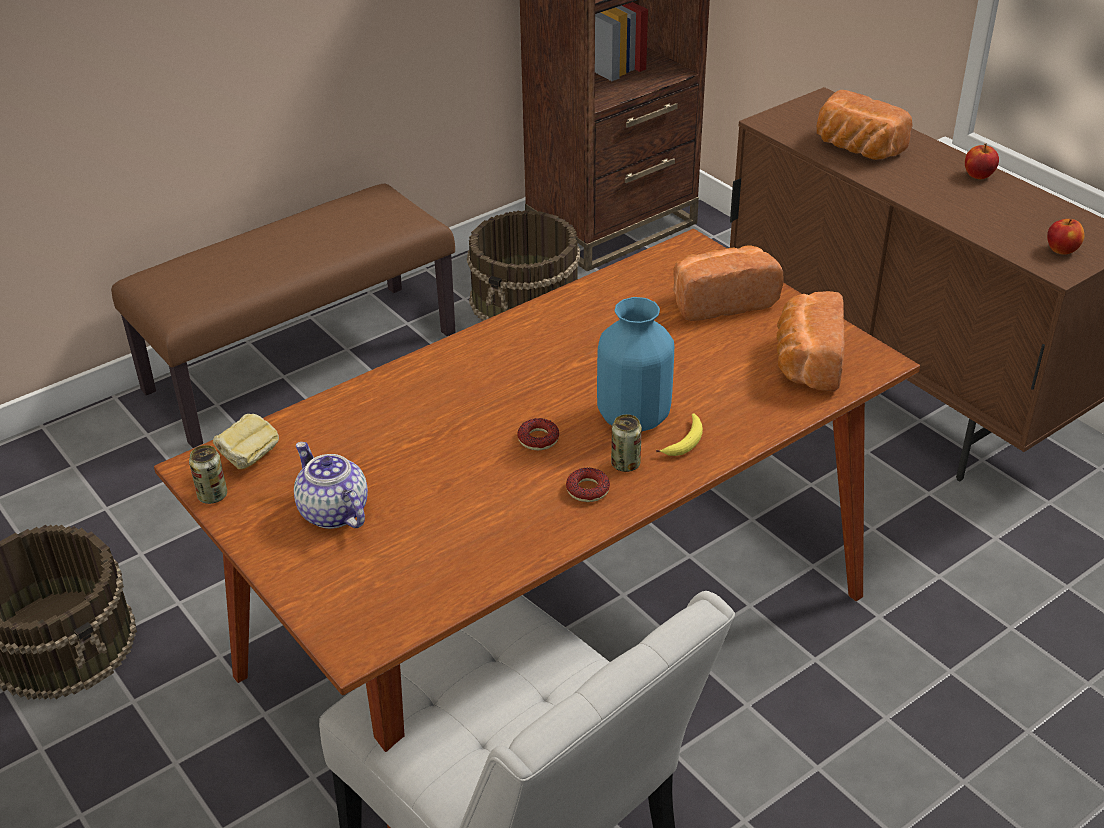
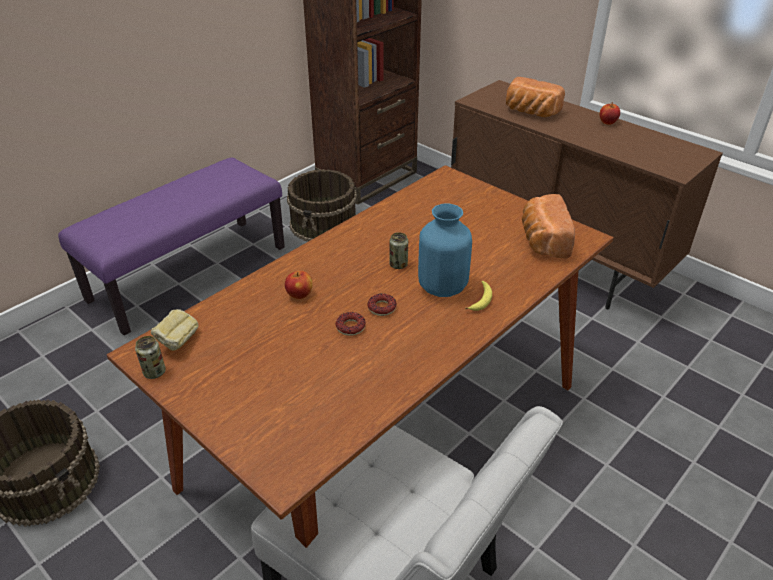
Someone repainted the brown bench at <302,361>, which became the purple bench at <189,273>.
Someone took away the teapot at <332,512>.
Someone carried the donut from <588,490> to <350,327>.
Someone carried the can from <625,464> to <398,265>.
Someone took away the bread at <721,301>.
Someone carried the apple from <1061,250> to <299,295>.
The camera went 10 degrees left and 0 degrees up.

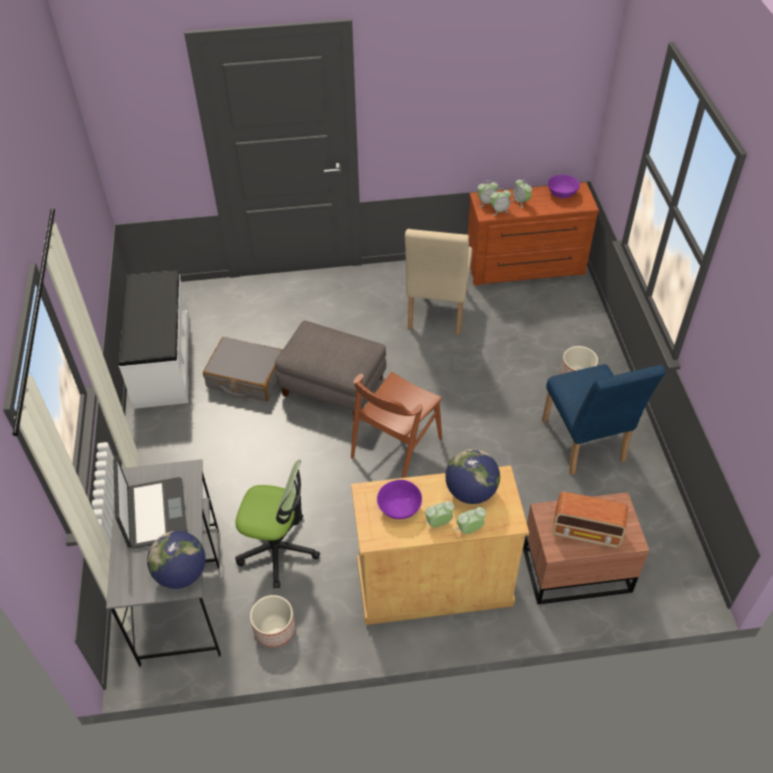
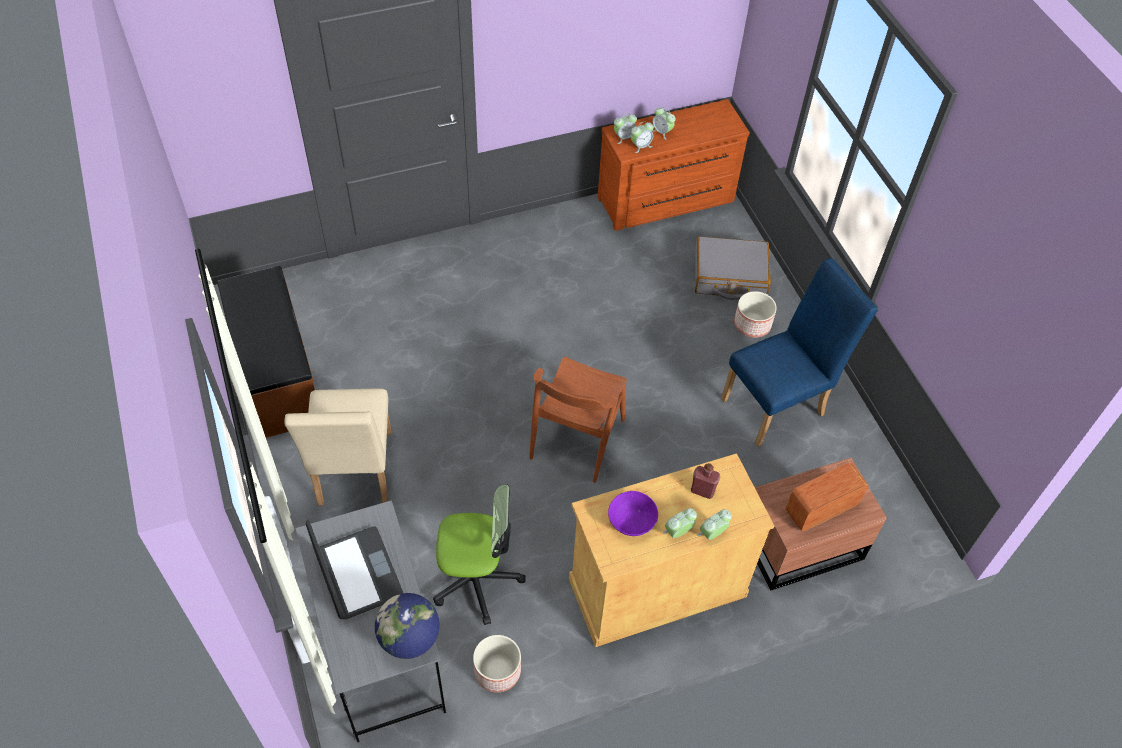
Someone repainted the white bench at <161,361>, which became the brown bench at <275,375>.
Someone carried the grey suitcase from <246,377> to <729,277>.
Someone took away the grey ottoman at <333,385>.
Someone carried the beige chair from <436,313> to <353,475>.
Someone swapped the globe at <471,492> for the red bottle at <702,490>.
Someone rotated the blue chair at <585,445> by 90 degrees counterclockwise.
Someone took away the purple bowl at <561,193>.
Someone rotated the radio at <587,532> by 150 degrees clockwise.
The camera went 15 degrees left and 5 degrees up.

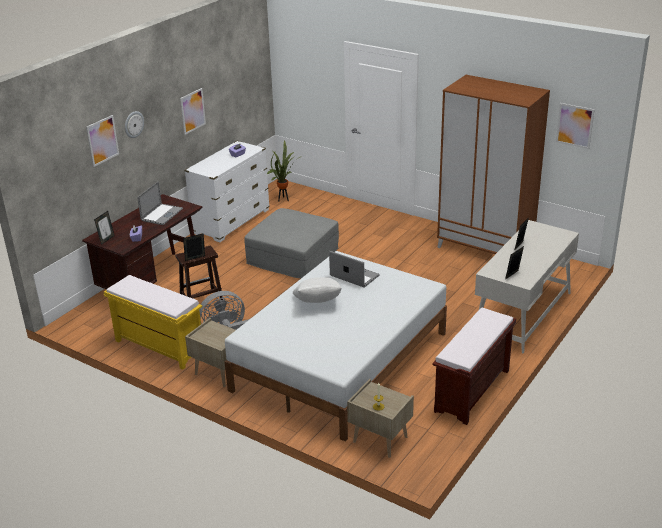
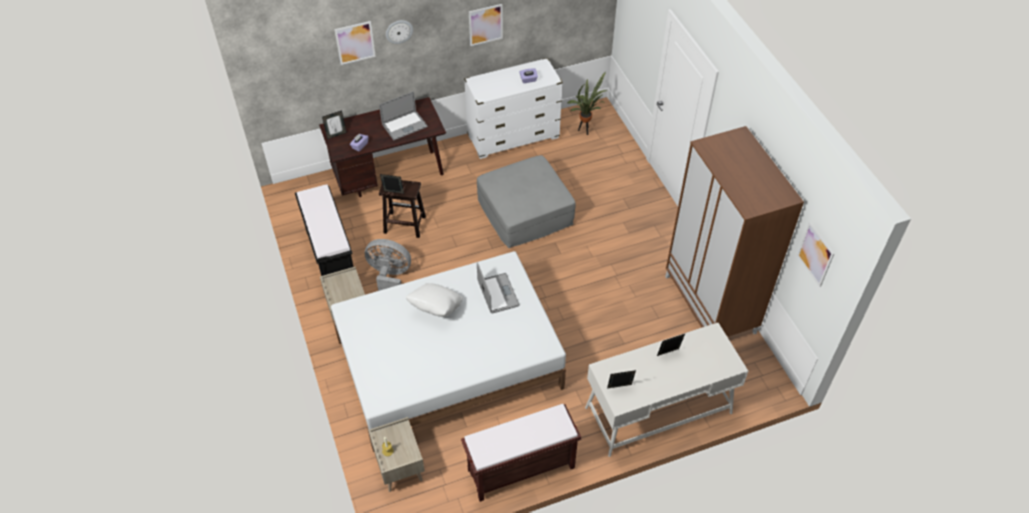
Someone repainted the yellow bench at <158,346>, which became the black bench at <330,257>.
The camera went 35 degrees right and 20 degrees up.

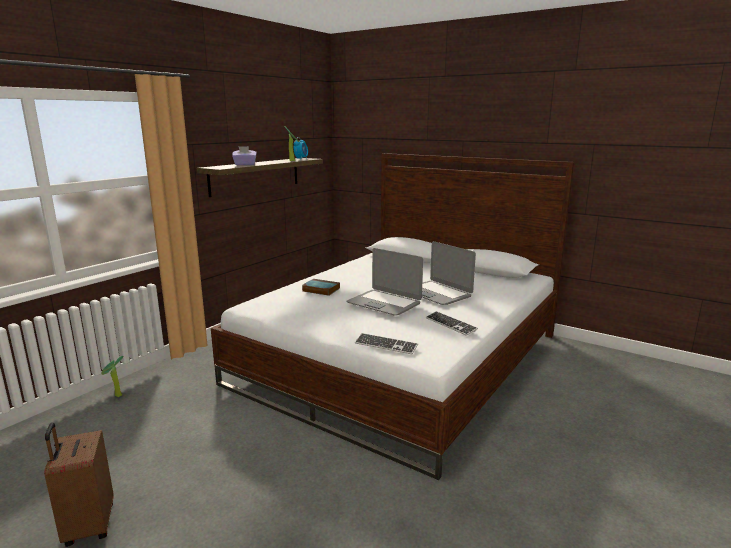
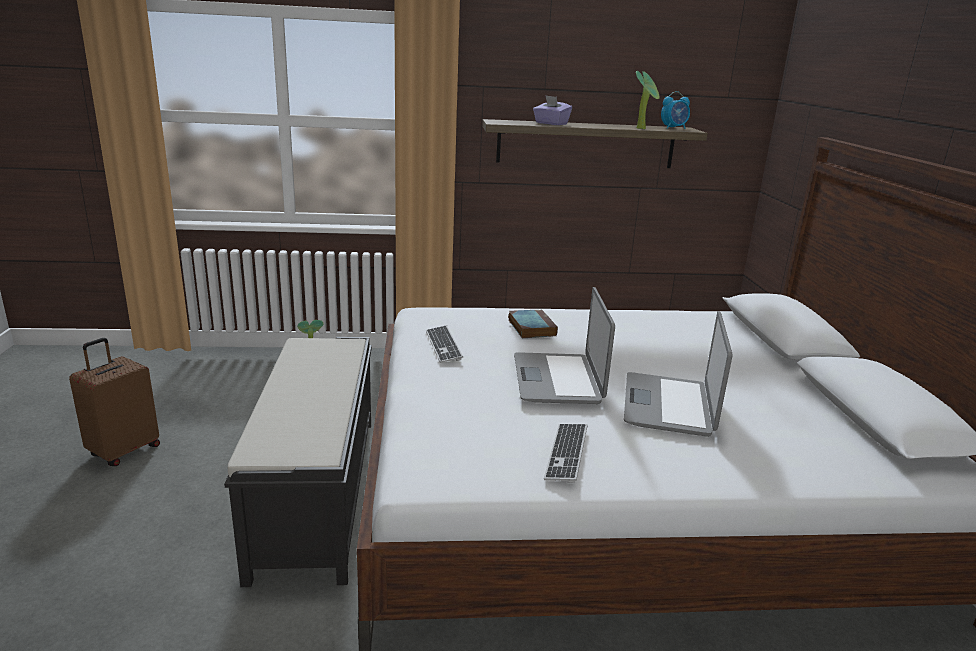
Someone carried the keyboard from <386,345> to <443,345>.
Someone put down the black bench at <317,493>.
The camera went 50 degrees right and 5 degrees up.

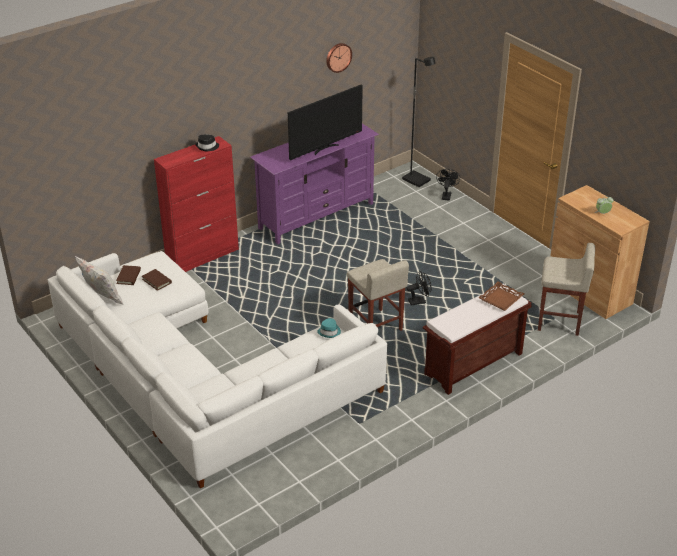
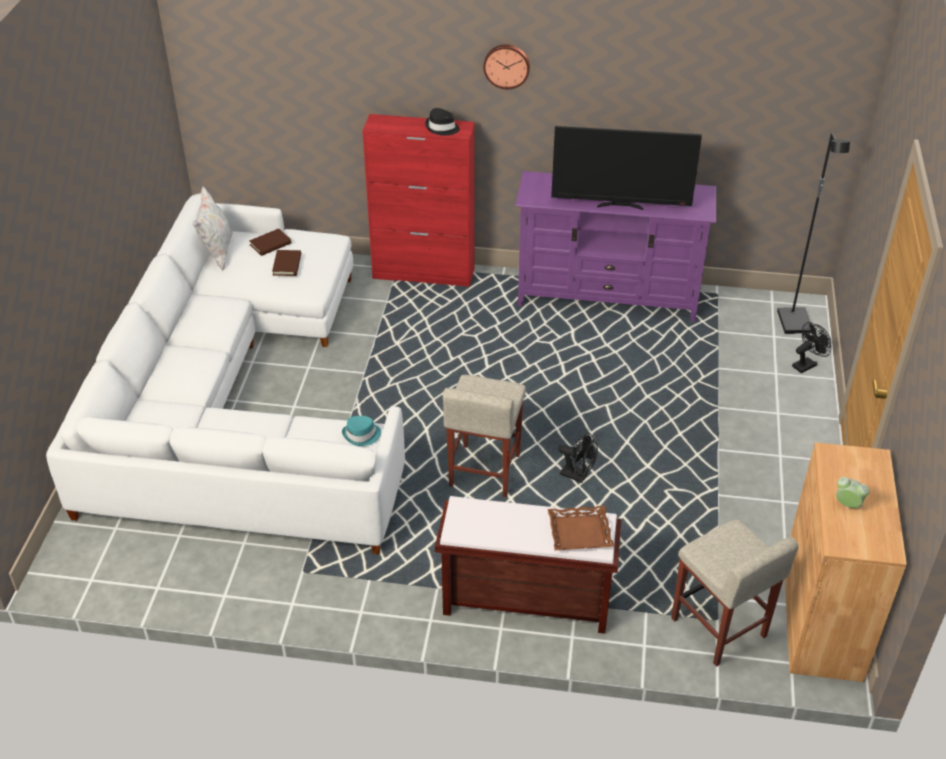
Someone carried the wall clock from <338,57> to <507,65>.
The camera went 45 degrees right and 5 degrees up.

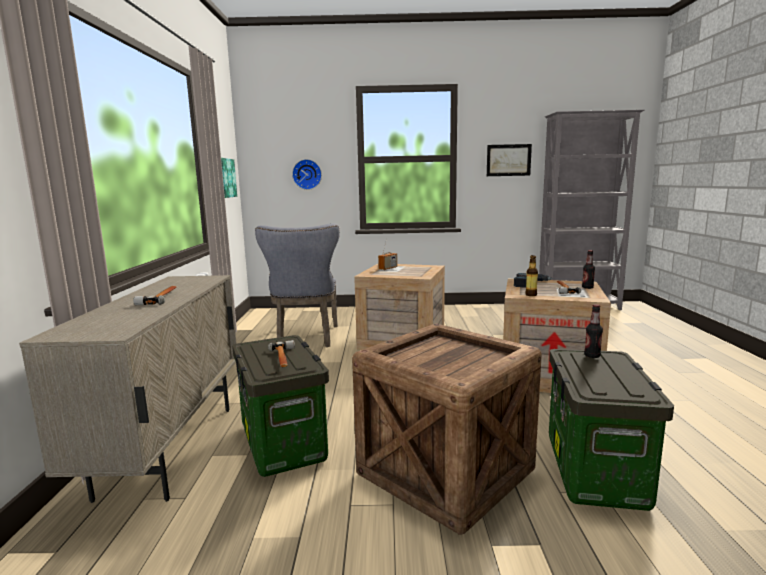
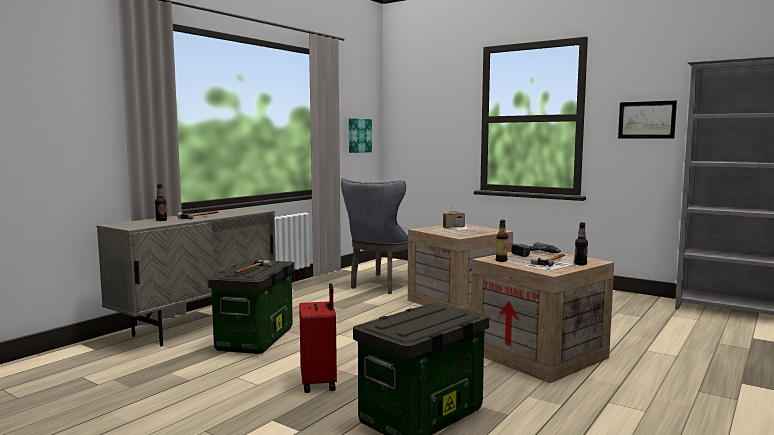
Someone took away the wall clock at <307,174>.
Someone swapped the crate at <448,472> for the red suitcase at <319,383>.
Someone carried the bottle from <592,356> to <161,220>.
The camera went 35 degrees right and 5 degrees down.

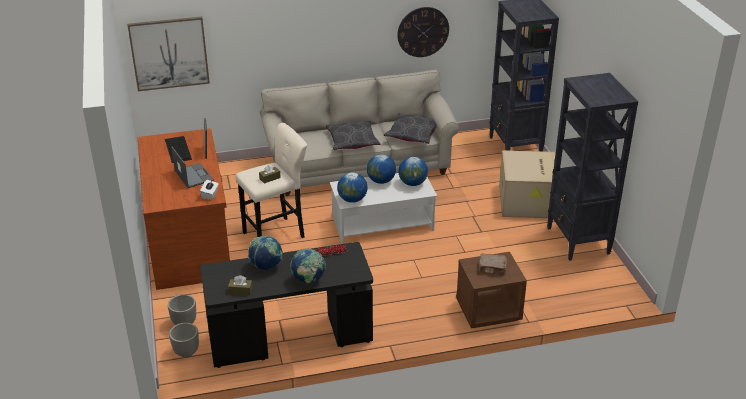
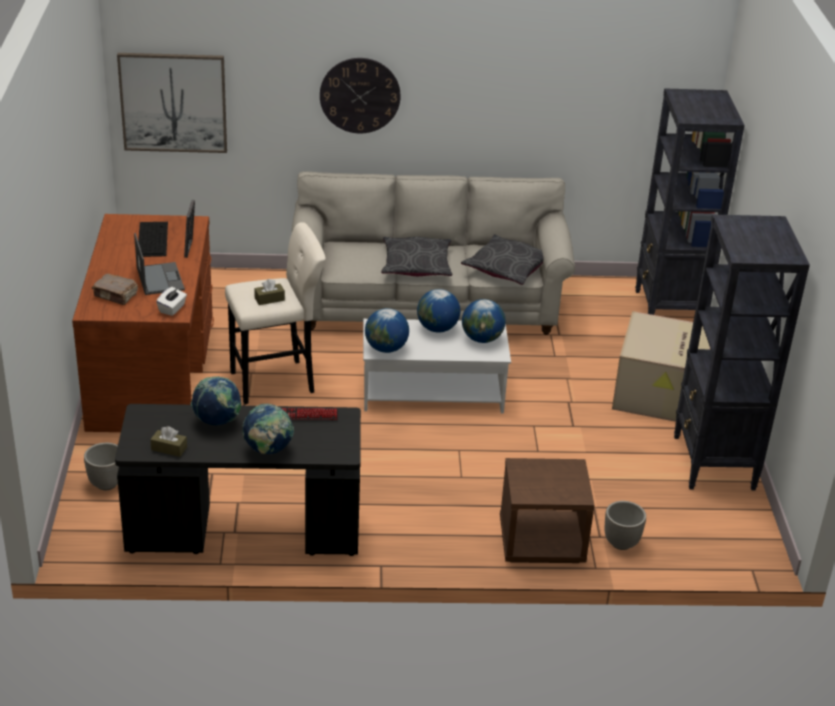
Someone carried the planter from <186,352> to <621,542>.
Someone carried the wall clock from <423,32> to <360,95>.
Someone carried the brown book from <492,269> to <116,295>.
The camera went 10 degrees right and 0 degrees up.

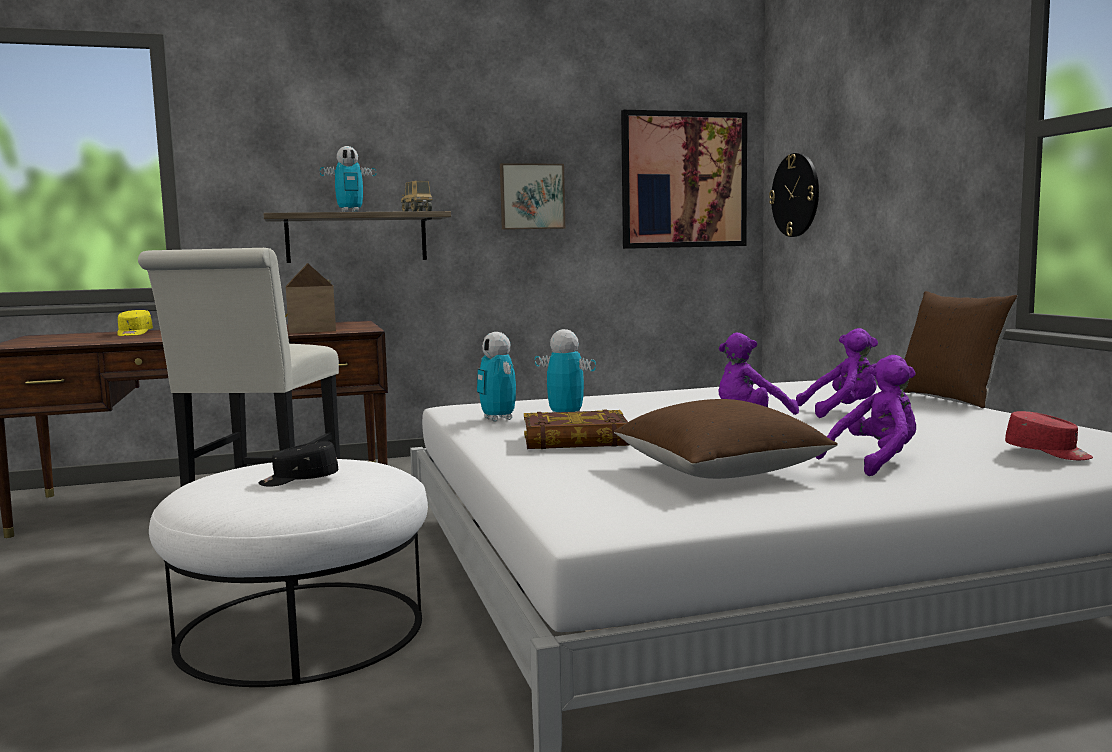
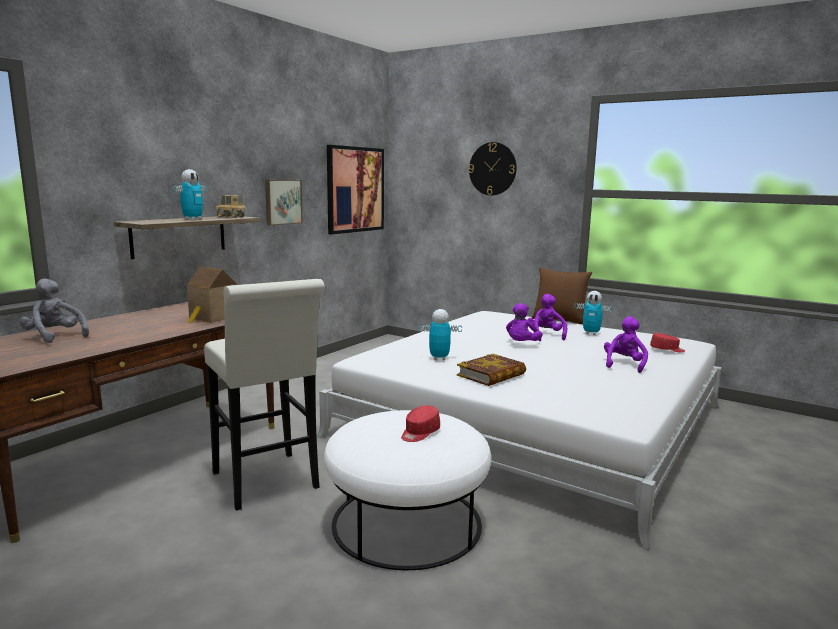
Someone swapped the yellow cap at <134,334> for the grey plush toy at <55,337>.
Someone repainted the black cap at <299,480>, which became the red cap at <419,433>.
Someone carried the toy robot from <498,419> to <591,333>.
Someone took away the brown pillow at <720,472>.
Someone carried the wall clock from <795,195> to <492,169>.
Someone rotated the purple plush toy at <842,411> by 45 degrees counterclockwise.
The camera went 40 degrees left and 5 degrees up.

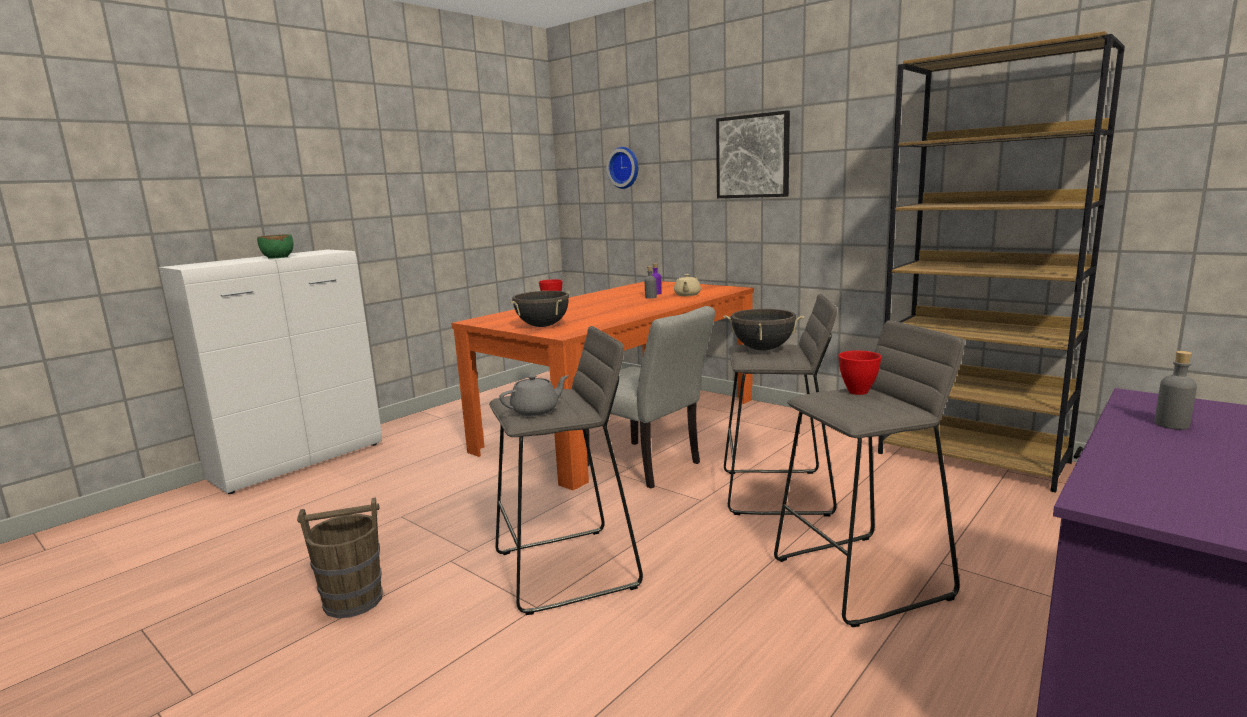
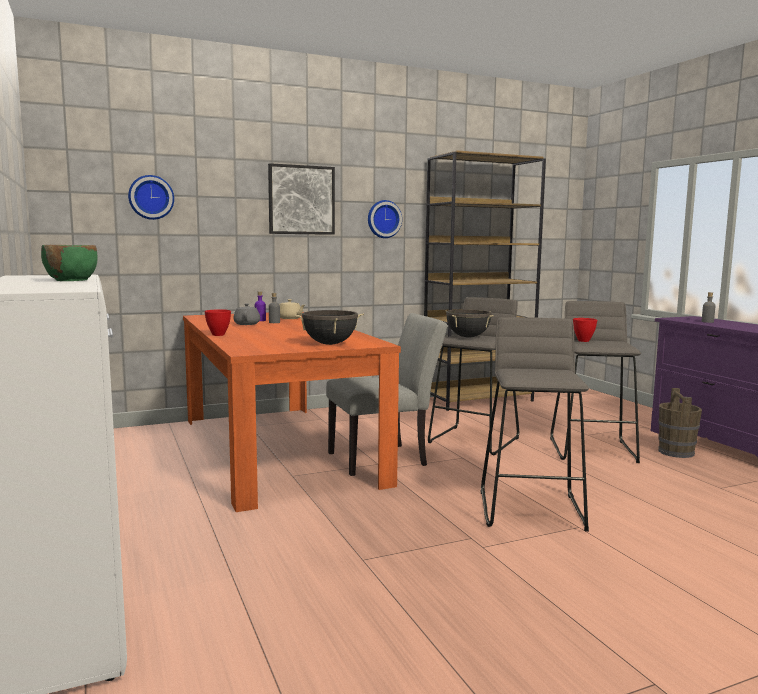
Someone carried the brown bucket from <352,601> to <676,452>.
Someone carried the grey teapot from <536,411> to <247,324>.
Someone put up the wall clock at <383,219>.
The camera went 65 degrees left and 5 degrees down.

